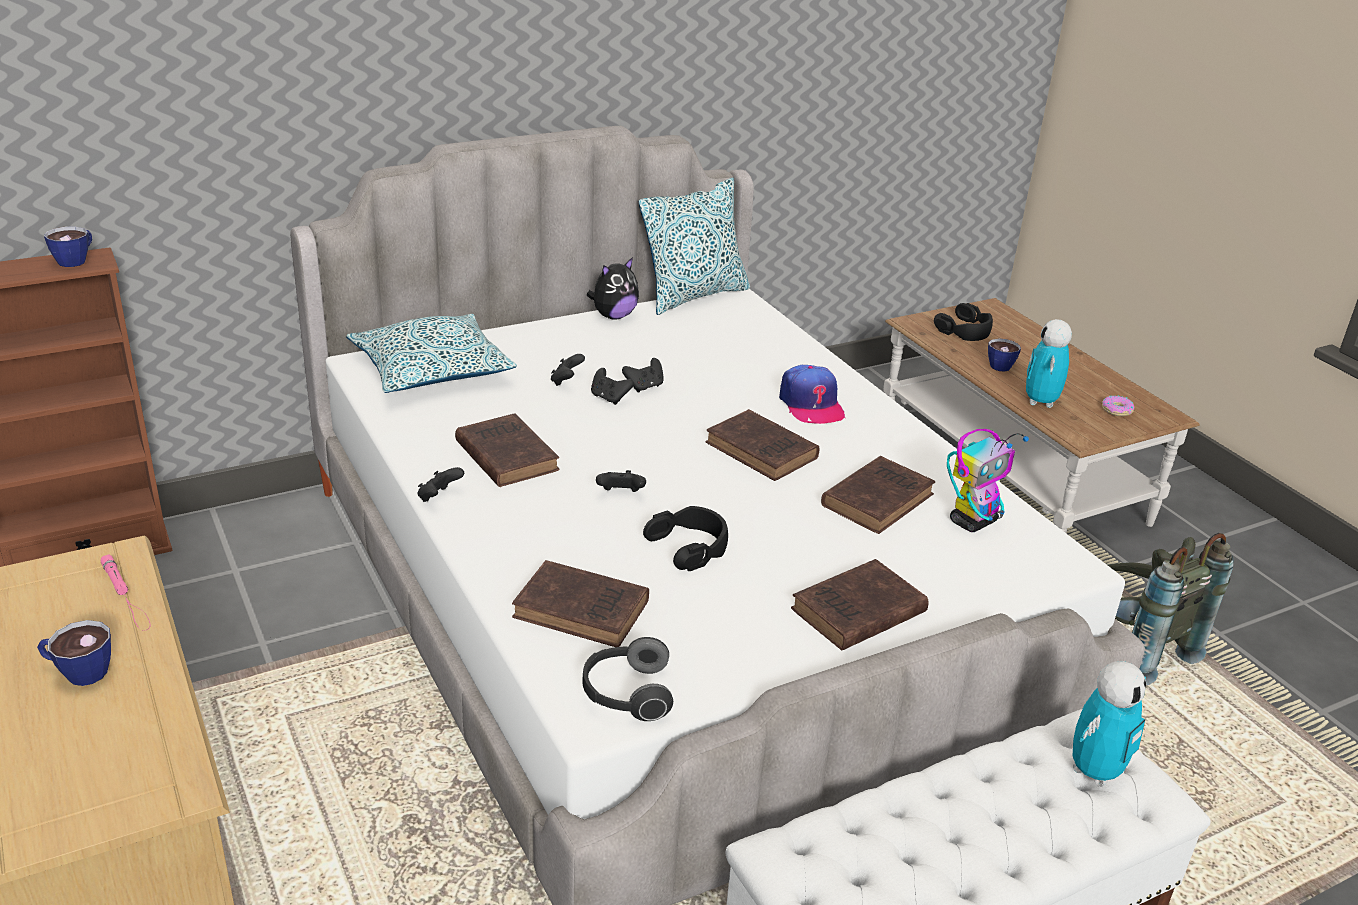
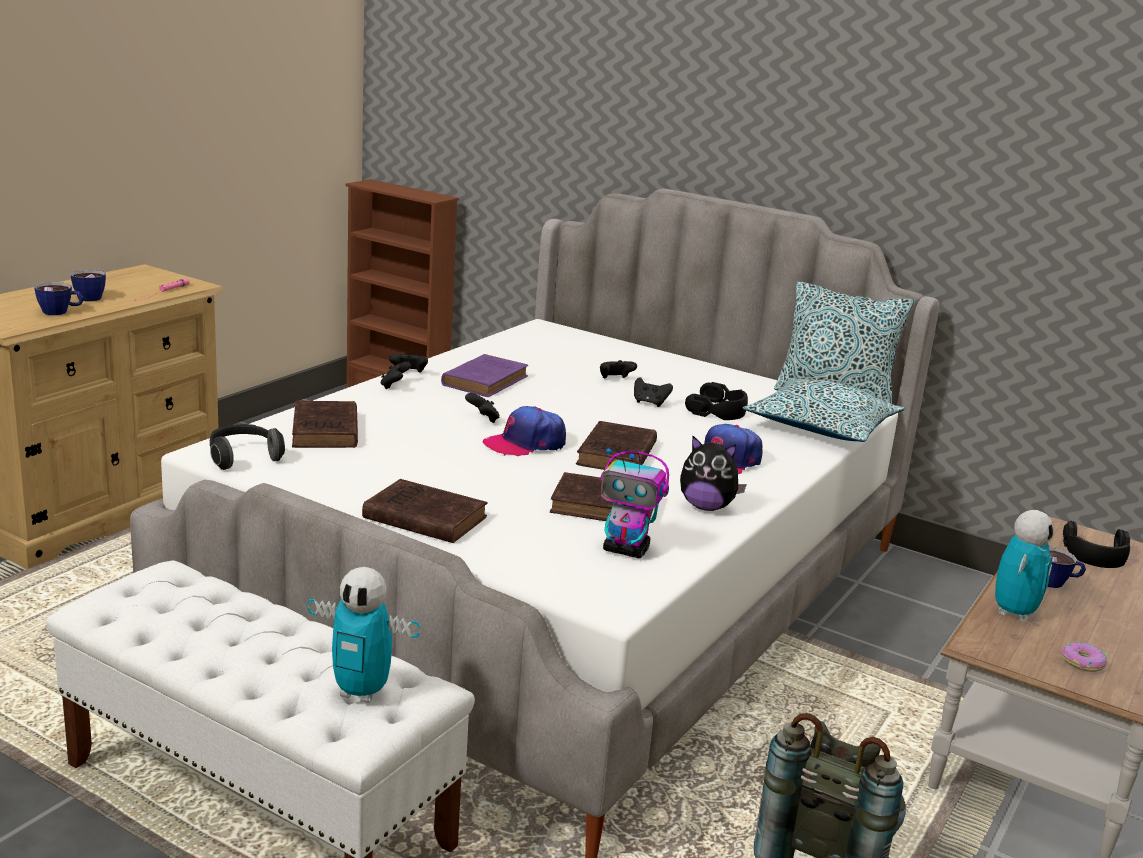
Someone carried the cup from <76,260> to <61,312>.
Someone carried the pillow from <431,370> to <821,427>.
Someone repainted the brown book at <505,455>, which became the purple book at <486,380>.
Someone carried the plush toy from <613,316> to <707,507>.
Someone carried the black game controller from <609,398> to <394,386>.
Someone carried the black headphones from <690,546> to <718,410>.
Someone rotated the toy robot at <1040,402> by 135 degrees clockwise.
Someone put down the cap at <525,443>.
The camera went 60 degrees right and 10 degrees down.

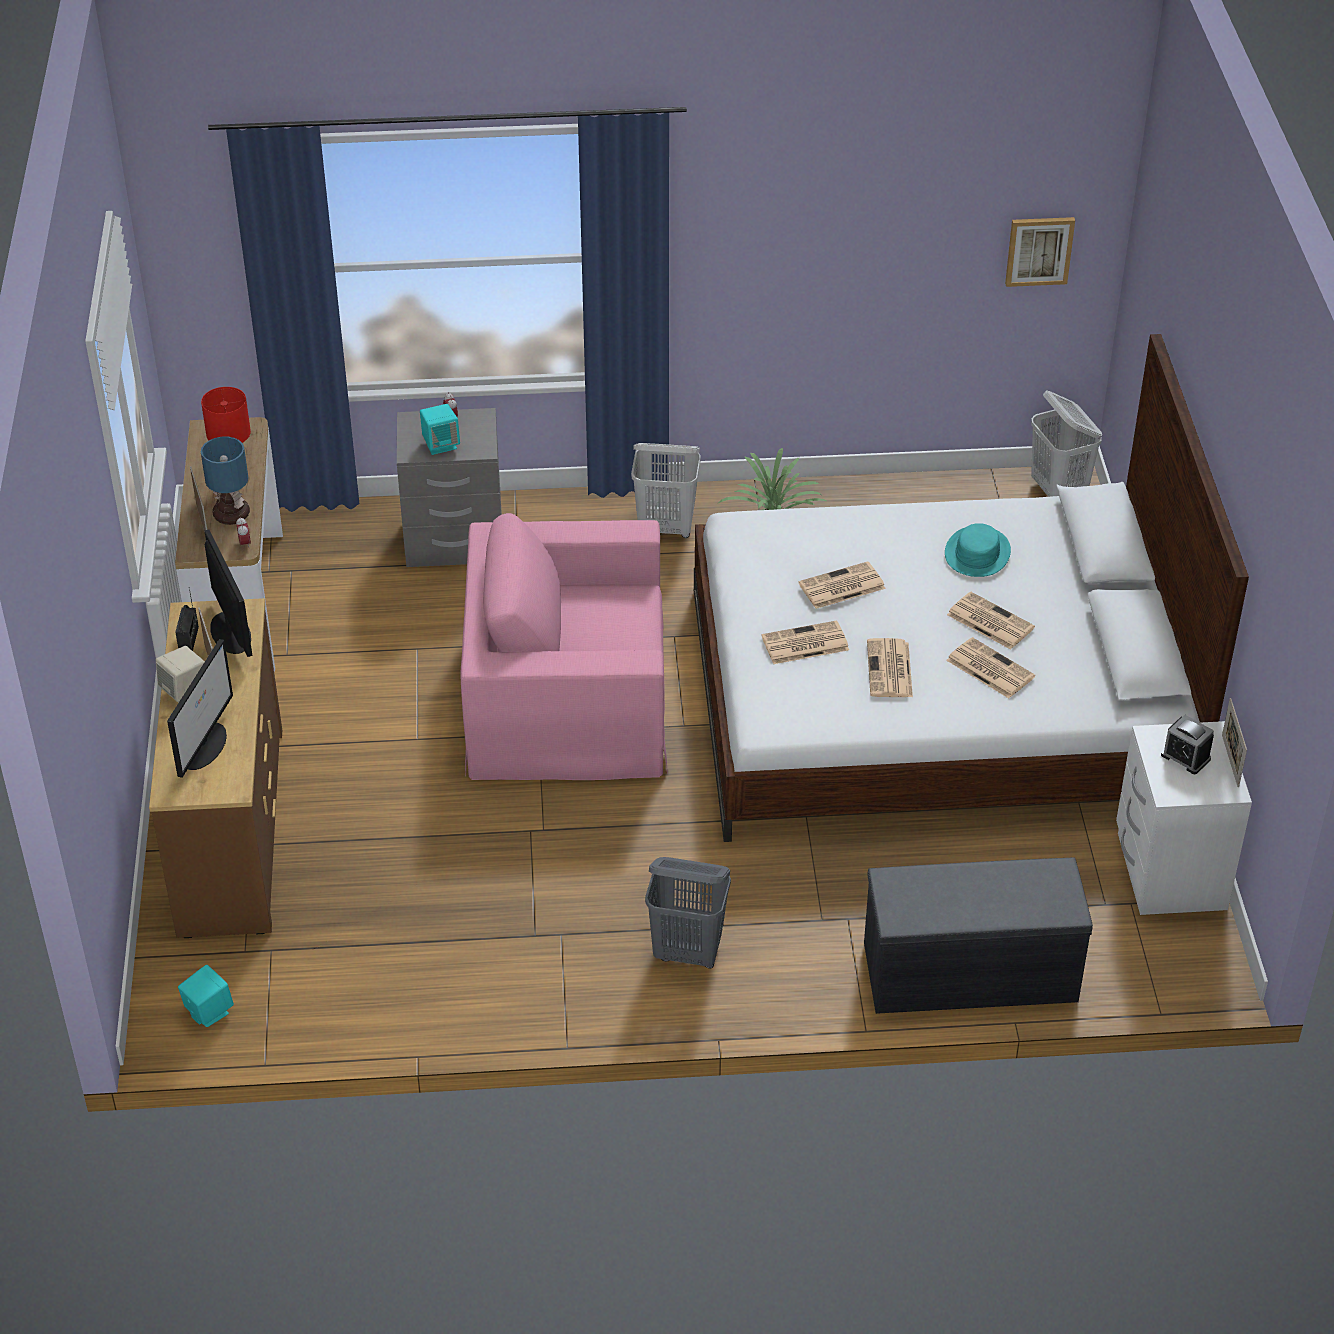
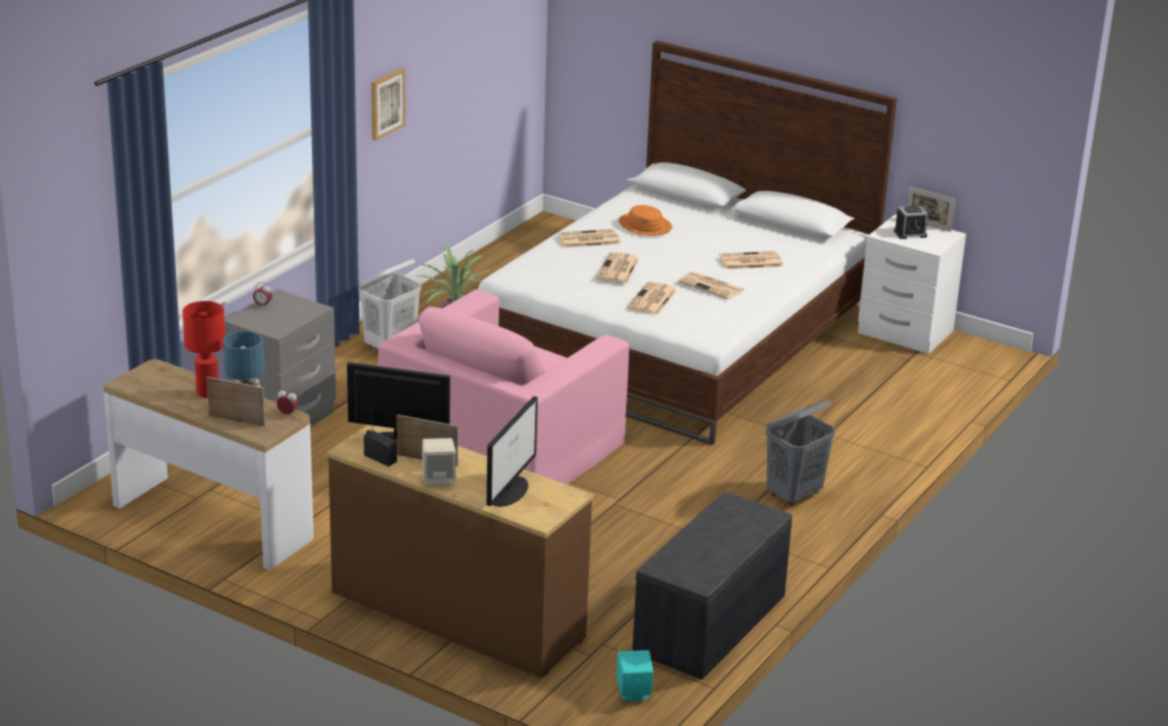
Someone rotated the monitor at <204,745> by 60 degrees clockwise.
Someone took away the turquoise speaker at <441,444>.
Someone carried the grey bench from <968,974> to <710,624>.
Someone repainted the turquoise hat at <977,553>, which became the orange hat at <645,225>.
Someone carried the newspaper from <989,621> to <588,239>.
Someone carried the picture from <1039,250> to <386,103>.
Someone took away the white laundry basket at <1058,492>.
The camera went 55 degrees left and 15 degrees down.

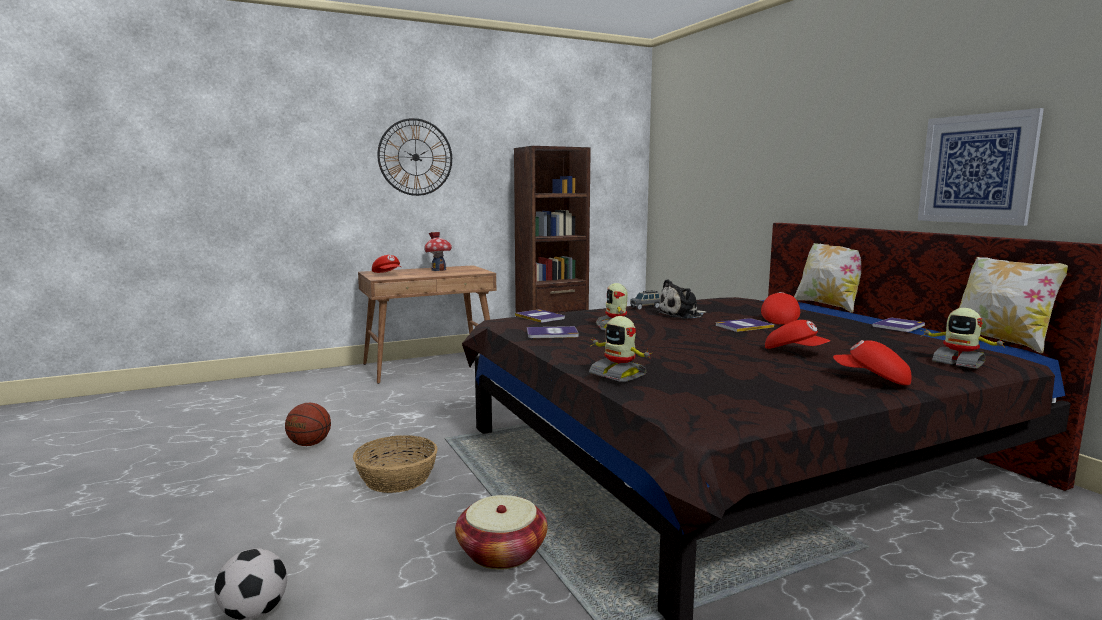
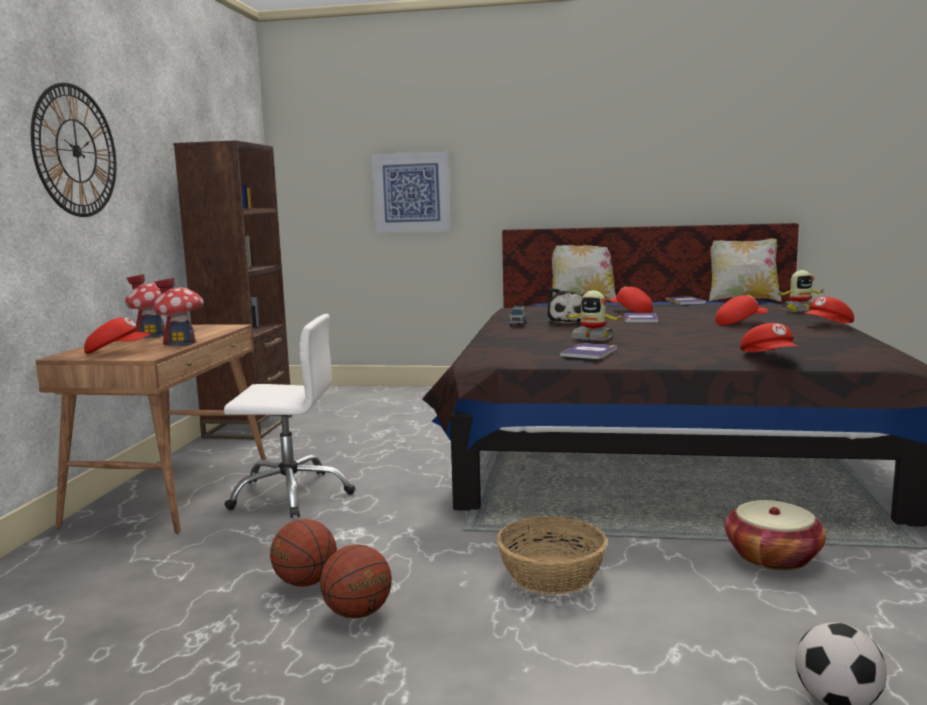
Someone took away the book at <540,317>.
Someone swapped the toy robot at <618,374> for the red cap at <769,357>.
Someone carried the picture from <976,169> to <411,192>.
Someone put down the toy house at <182,343>.
Someone put down the white office chair at <291,494>.
Someone put down the basketball at <305,582>.
The camera went 55 degrees left and 0 degrees up.

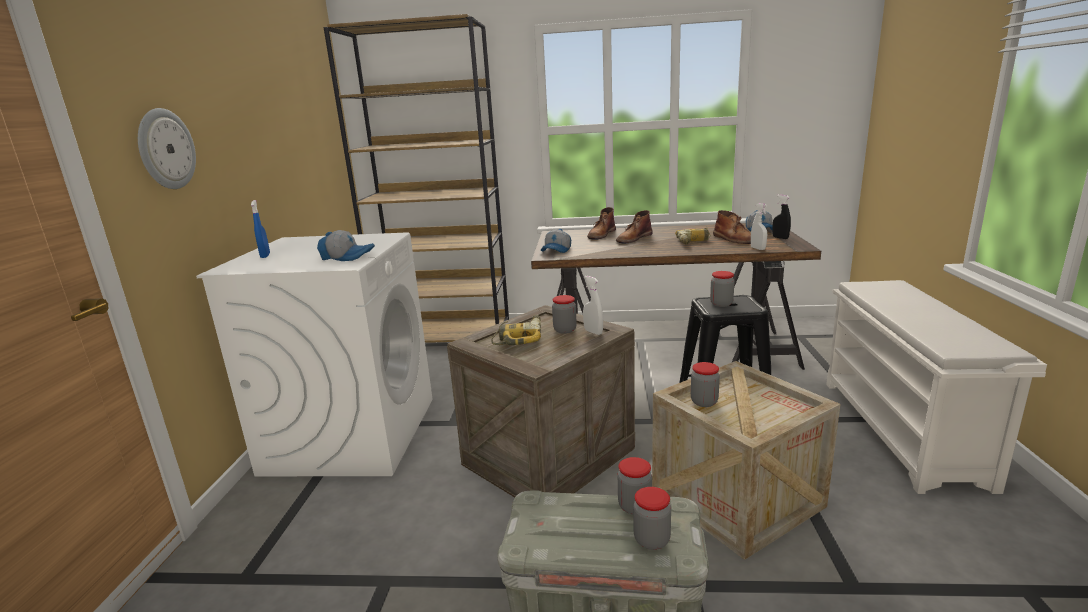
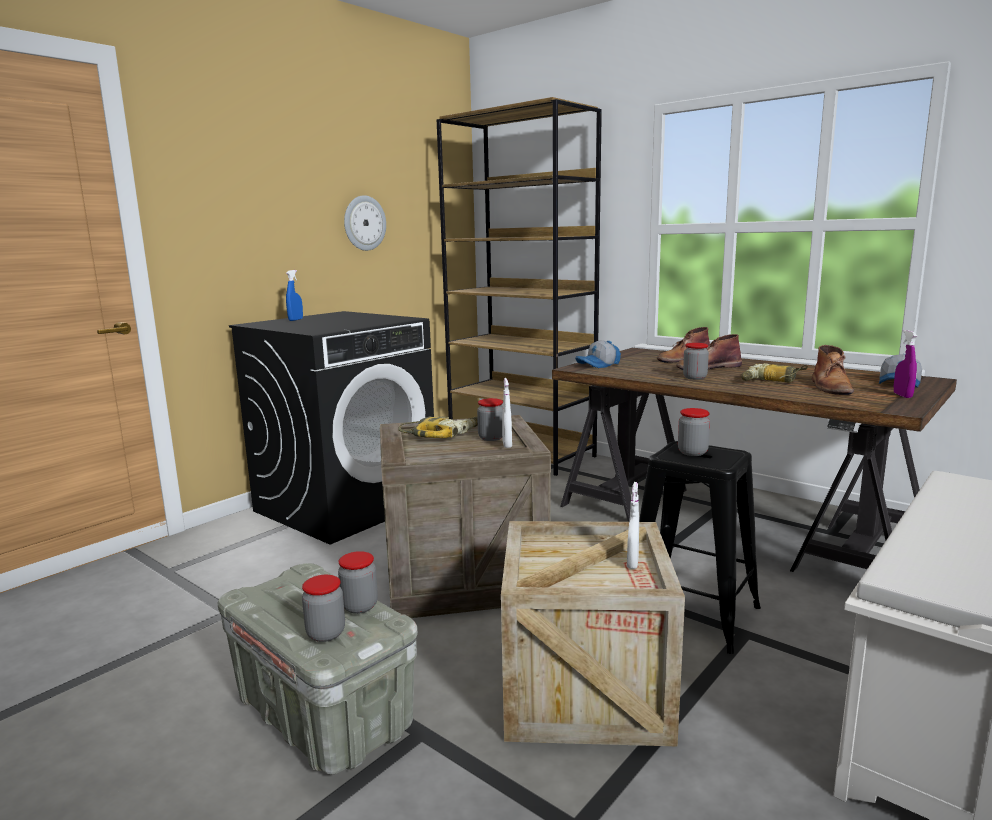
Someone carried the wall clock from <165,149> to <364,223>.
Someone repainted the white washing machine at <352,434>, which became the black washing machine at <347,504>.
Someone took away the cap at <347,257>.
Someone carried the jar from <704,402> to <695,378>.
Someone carried the white spray bottle from <758,248> to <632,563>.
Someone repainted the black spray bottle at <780,238>, which became the purple spray bottle at <902,395>.
The camera went 35 degrees right and 5 degrees down.

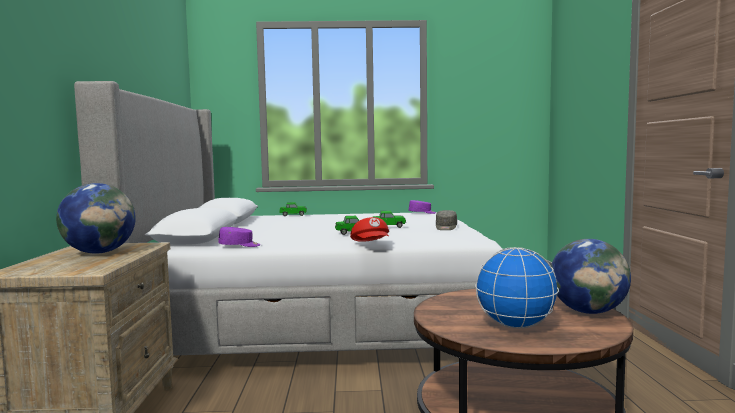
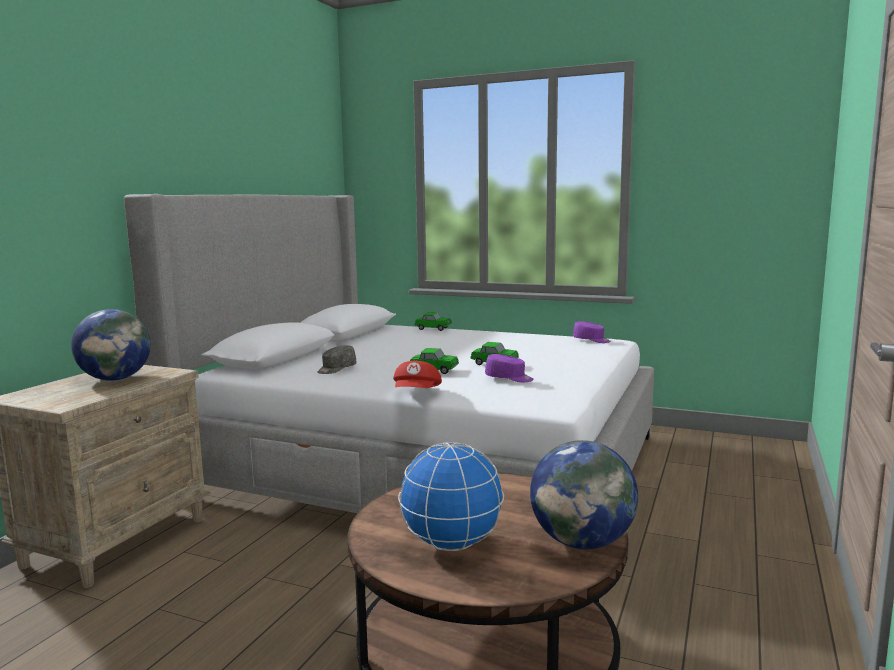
Someone carried the purple cap from <239,246> to <509,378>.
Someone carried the grey cap from <446,228> to <336,369>.
The camera went 25 degrees right and 5 degrees up.

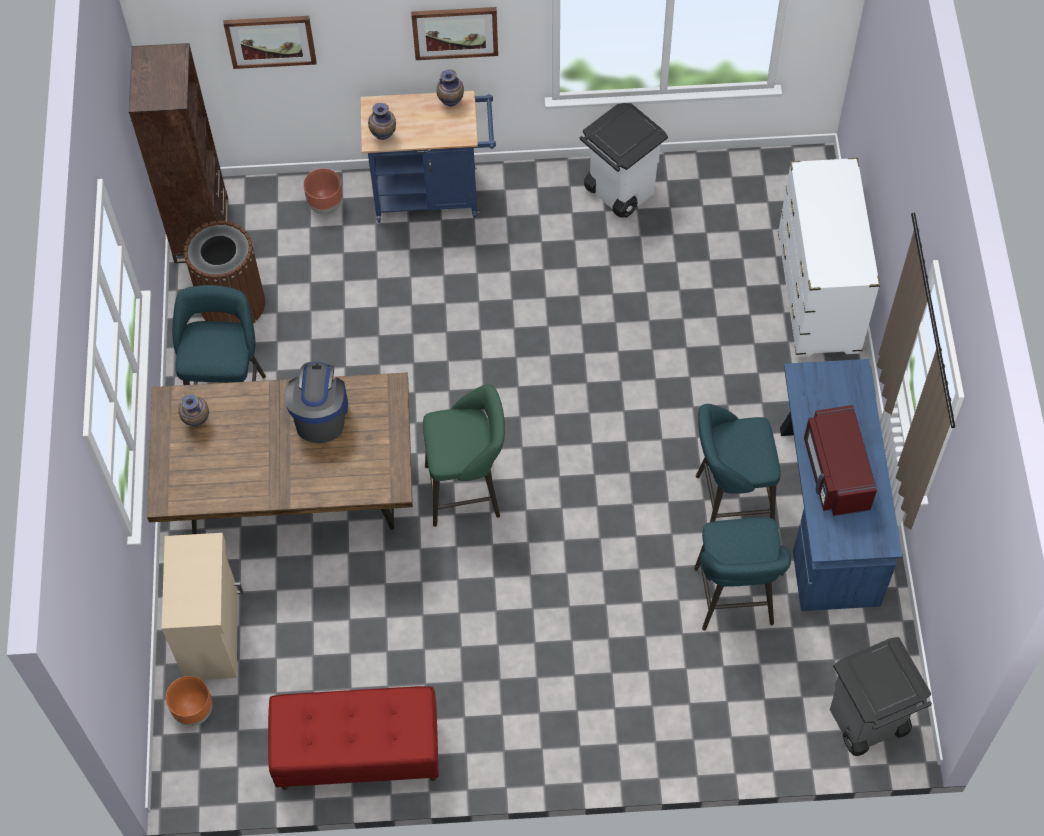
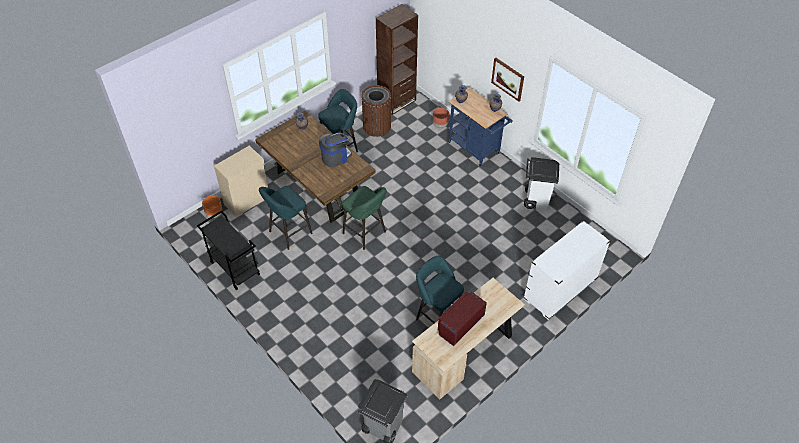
Someone took away the picture at <270,40>.
Someone swapped the red bench at <358,753> for the black cart at <234,268>.
Someone carried the turquoise stool from <734,601> to <288,233>.
Someone repainted the blue desk at <827,511>, which became the beige desk at <465,353>.
The camera went 50 degrees right and 10 degrees down.

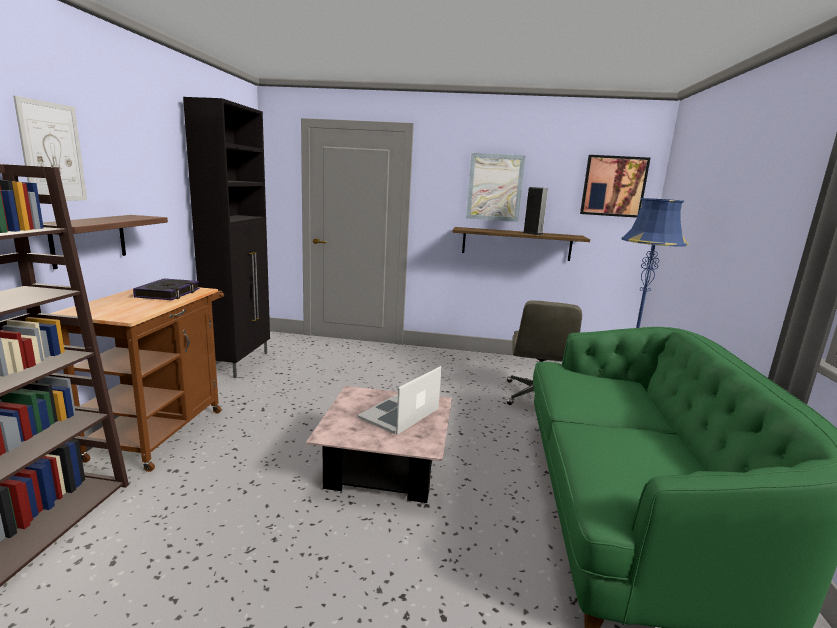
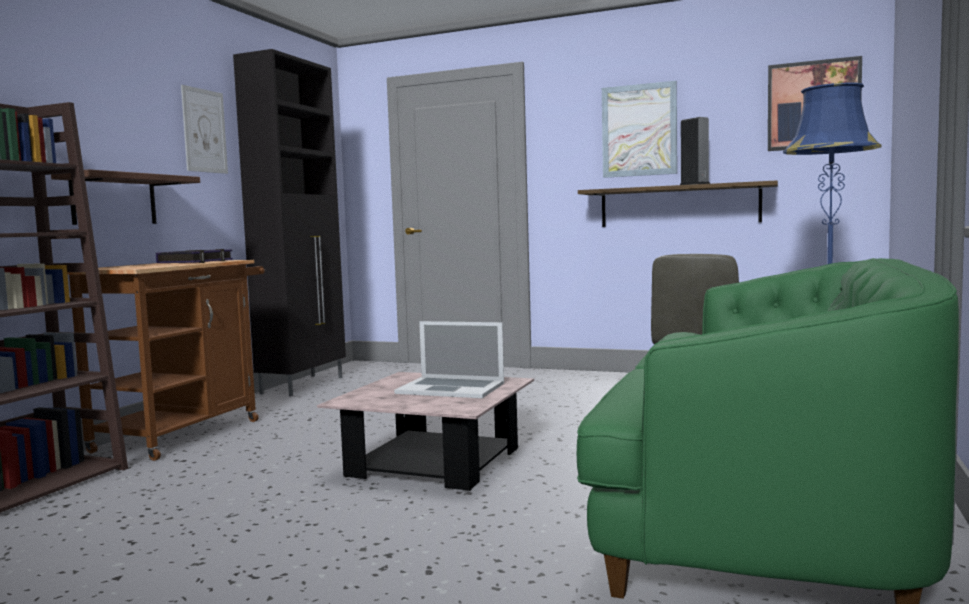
Someone carried the picture from <52,152> to <204,131>.
Someone rotated the laptop at <399,413> by 120 degrees counterclockwise.
The camera went 15 degrees right and 10 degrees down.

